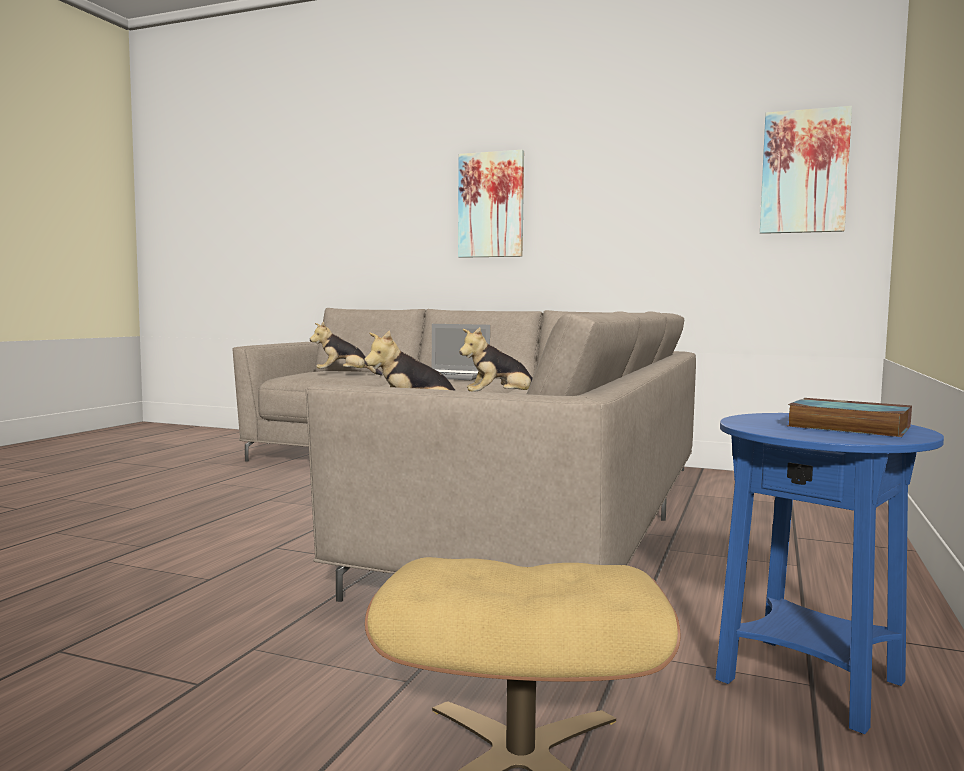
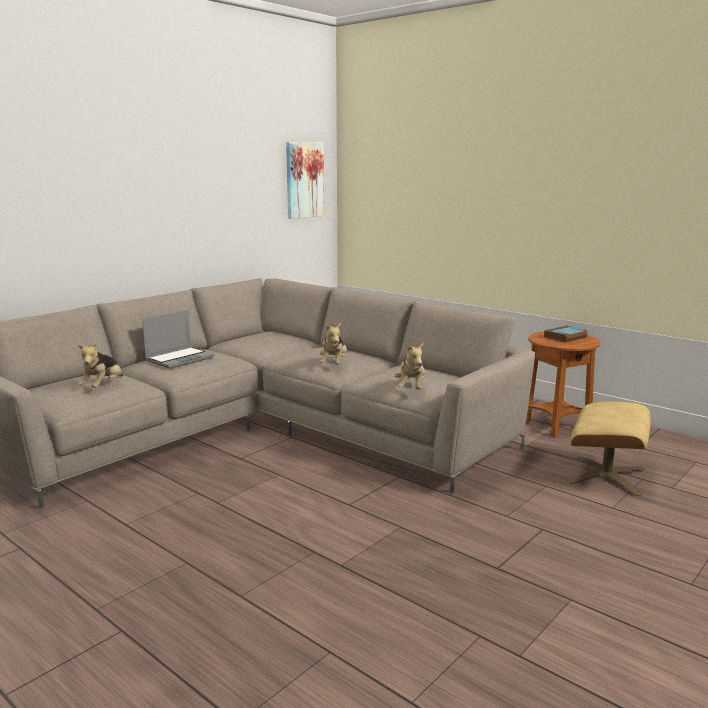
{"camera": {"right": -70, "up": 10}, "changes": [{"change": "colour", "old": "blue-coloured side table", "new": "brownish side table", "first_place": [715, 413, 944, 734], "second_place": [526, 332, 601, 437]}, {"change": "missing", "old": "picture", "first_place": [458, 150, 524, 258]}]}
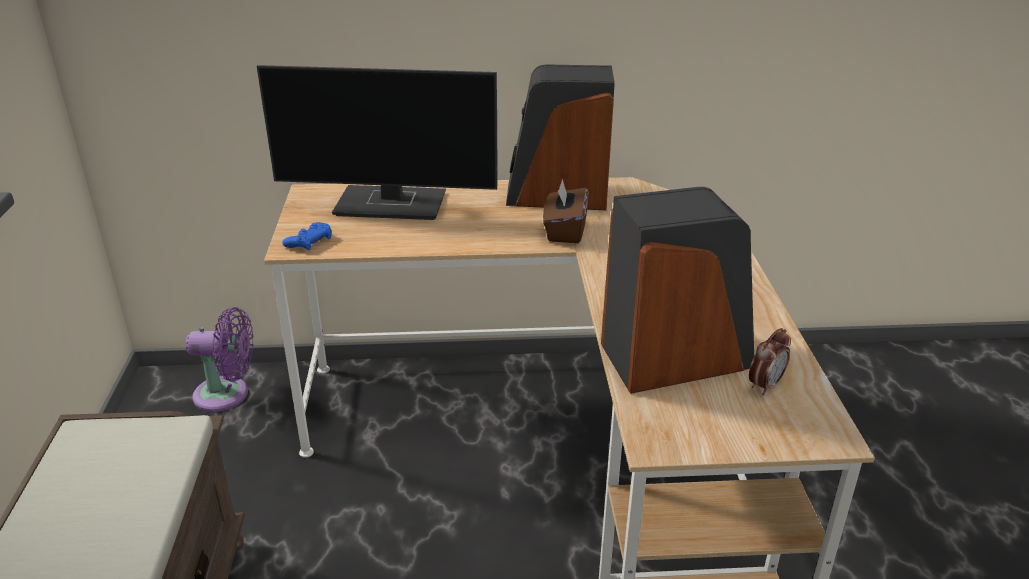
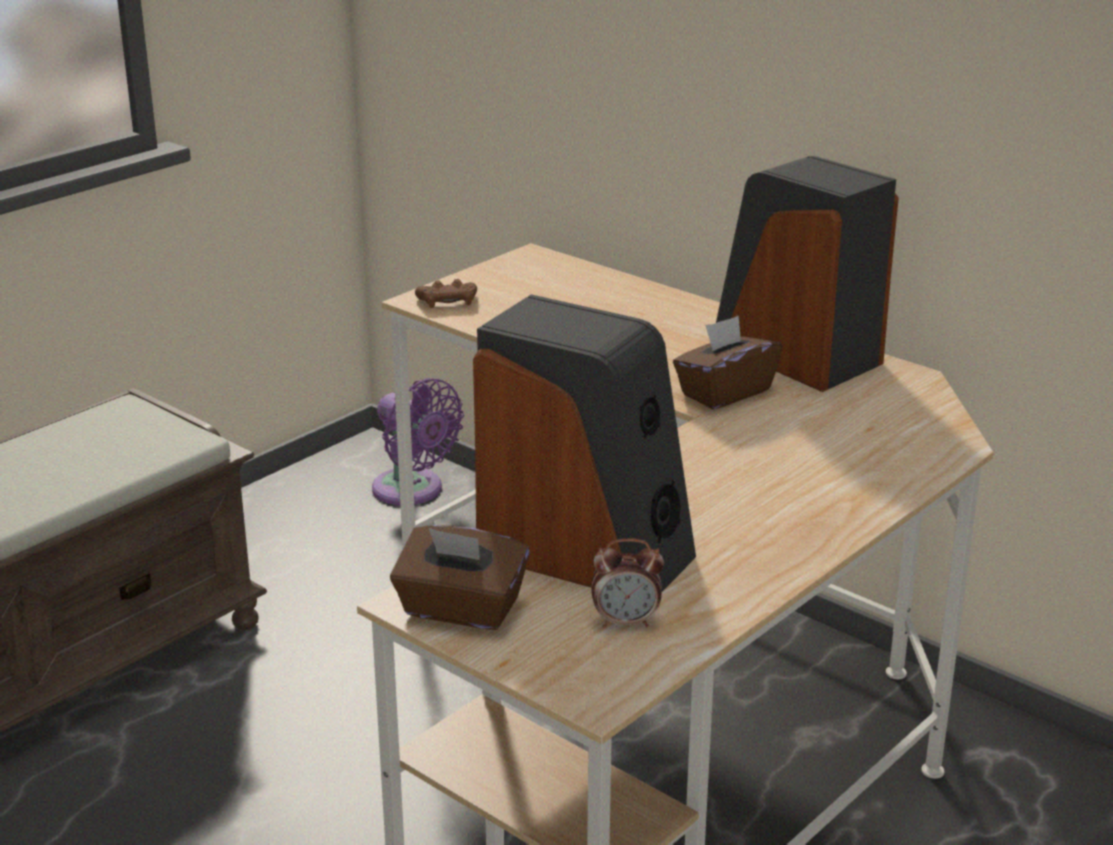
{"camera": {"right": 45, "up": -5}, "changes": [{"change": "appeared", "new": "brownish tissue box", "second_place": [390, 525, 529, 630]}, {"change": "colour", "old": "blue-coloured joypad", "new": "brownish joypad", "first_place": [282, 222, 332, 251], "second_place": [415, 279, 477, 308]}, {"change": "missing", "old": "computer display", "first_place": [257, 65, 497, 220]}]}
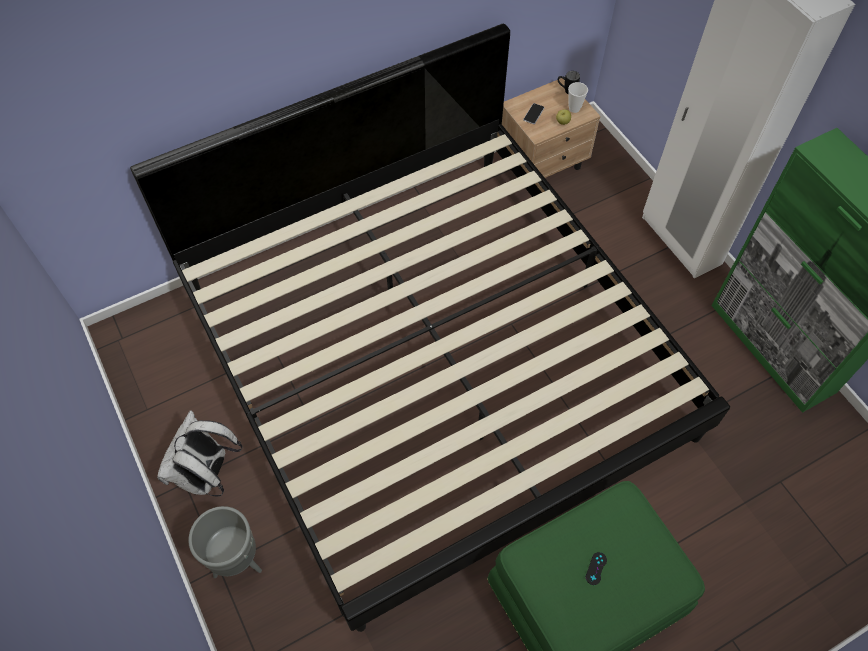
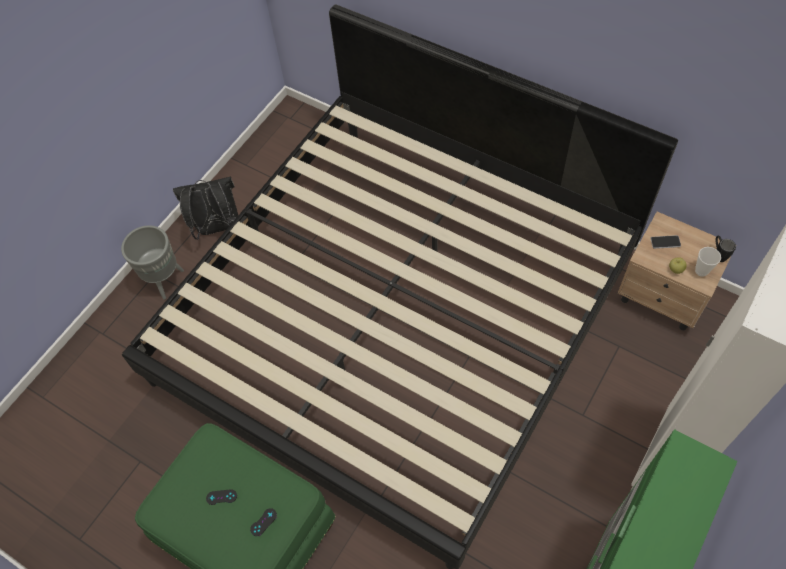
{"camera": {"right": 65, "up": 0}, "changes": [{"change": "colour", "old": "white knapsack", "new": "black-coloured knapsack", "first_place": [157, 410, 243, 497], "second_place": [173, 177, 238, 240]}, {"change": "appeared", "new": "black-coloured joypad", "second_place": [250, 508, 277, 536]}]}
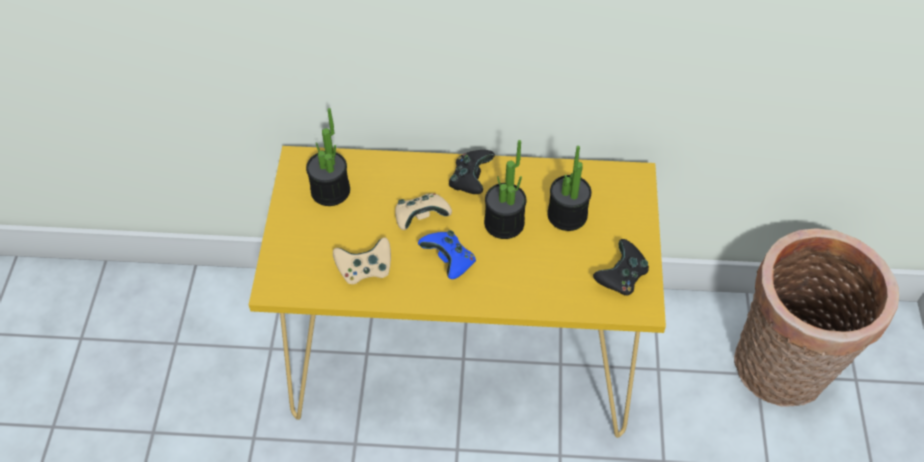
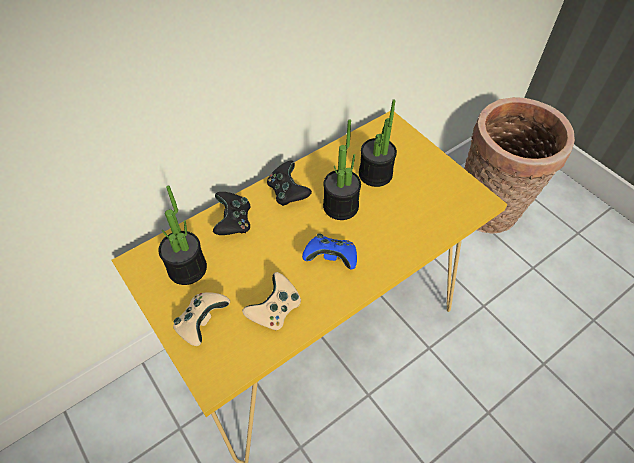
{"camera": {"right": -40, "up": 0}, "changes": [{"change": "relocated", "old": "sand-coloured joypad", "first_place": [395, 193, 452, 230], "second_place": [173, 292, 230, 346]}, {"change": "relocated", "old": "black-coloured joypad", "first_place": [593, 239, 649, 296], "second_place": [213, 192, 251, 235]}]}
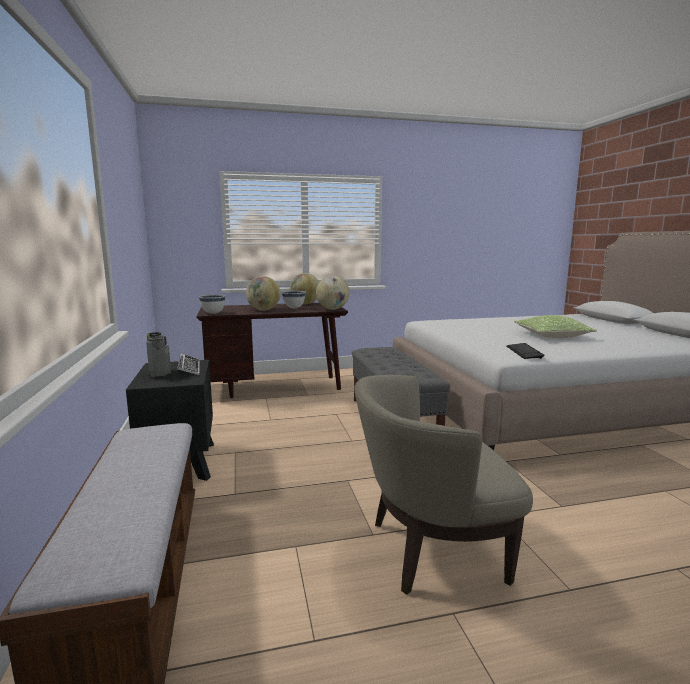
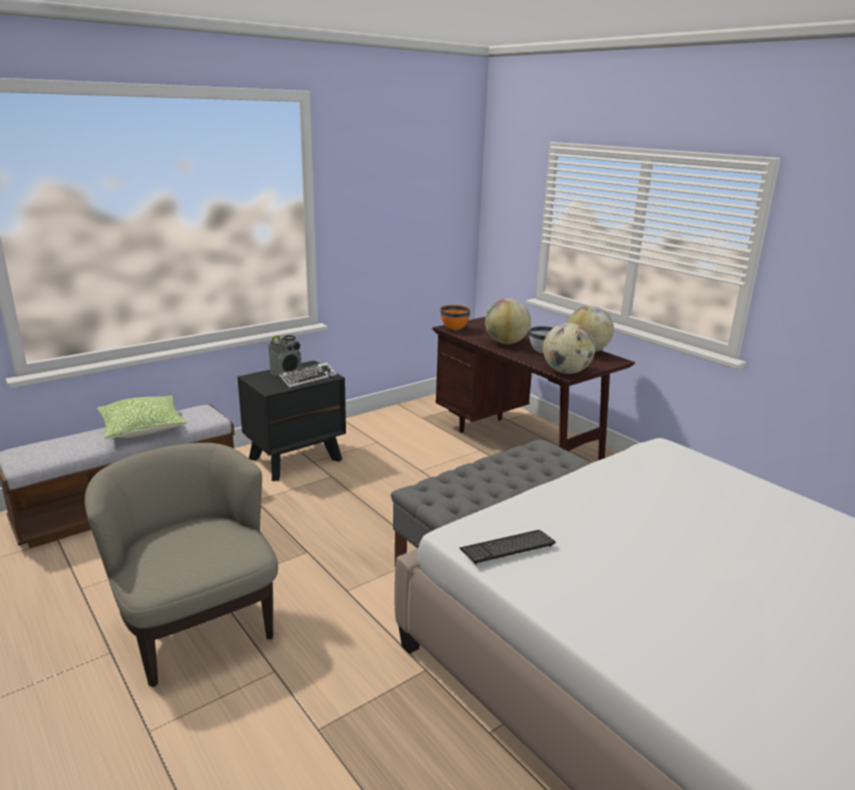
{"camera": {"right": 65, "up": 10}, "changes": [{"change": "relocated", "old": "cushion", "first_place": [514, 315, 597, 338], "second_place": [97, 396, 187, 439]}, {"change": "colour", "old": "white serving bowl", "new": "orangey serving bowl", "first_place": [199, 295, 225, 314], "second_place": [440, 305, 471, 330]}]}
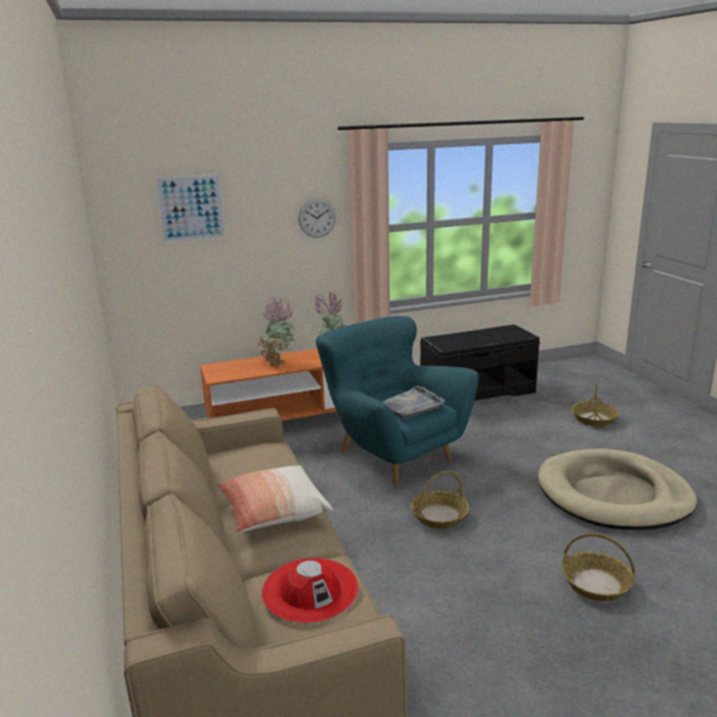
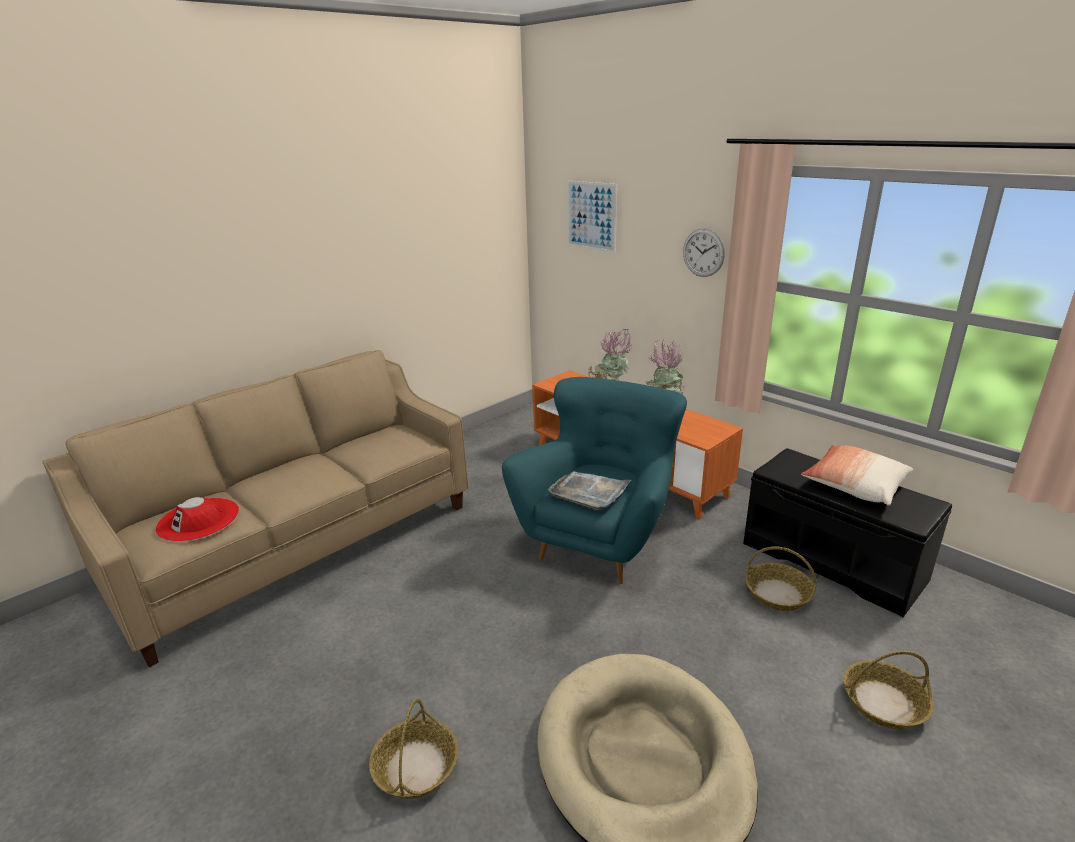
{"camera": {"right": 65, "up": 5}, "changes": [{"change": "relocated", "old": "basket", "first_place": [411, 471, 469, 528], "second_place": [745, 546, 817, 611]}, {"change": "relocated", "old": "cushion", "first_place": [218, 465, 333, 533], "second_place": [801, 445, 913, 506]}]}
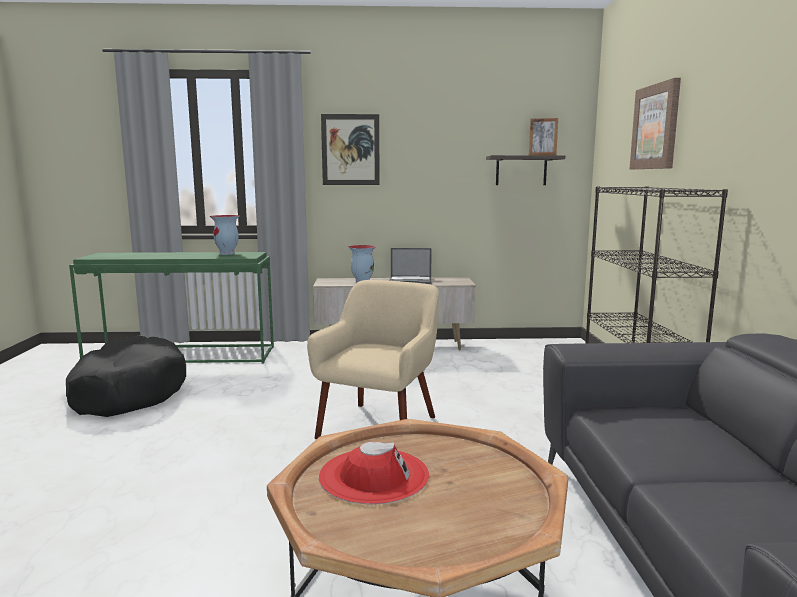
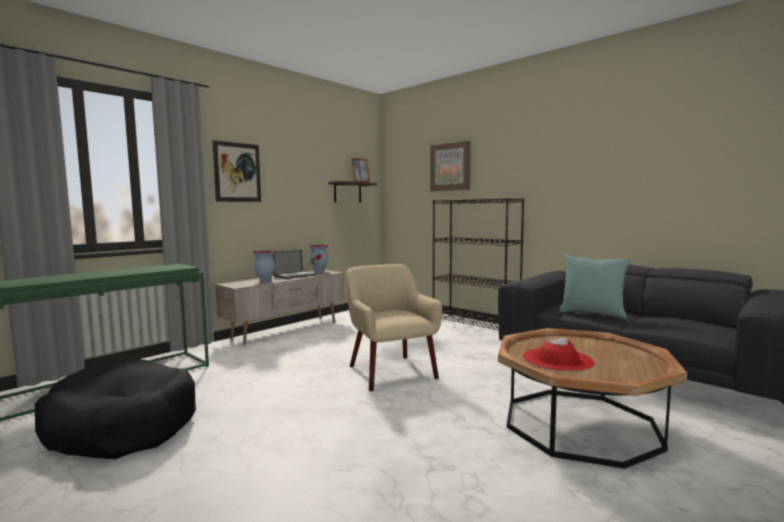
{"camera": {"right": -45, "up": -5}, "changes": [{"change": "relocated", "old": "decorative vase", "first_place": [210, 215, 239, 255], "second_place": [309, 245, 329, 273]}, {"change": "appeared", "new": "blue-green cushion", "second_place": [559, 255, 631, 319]}]}
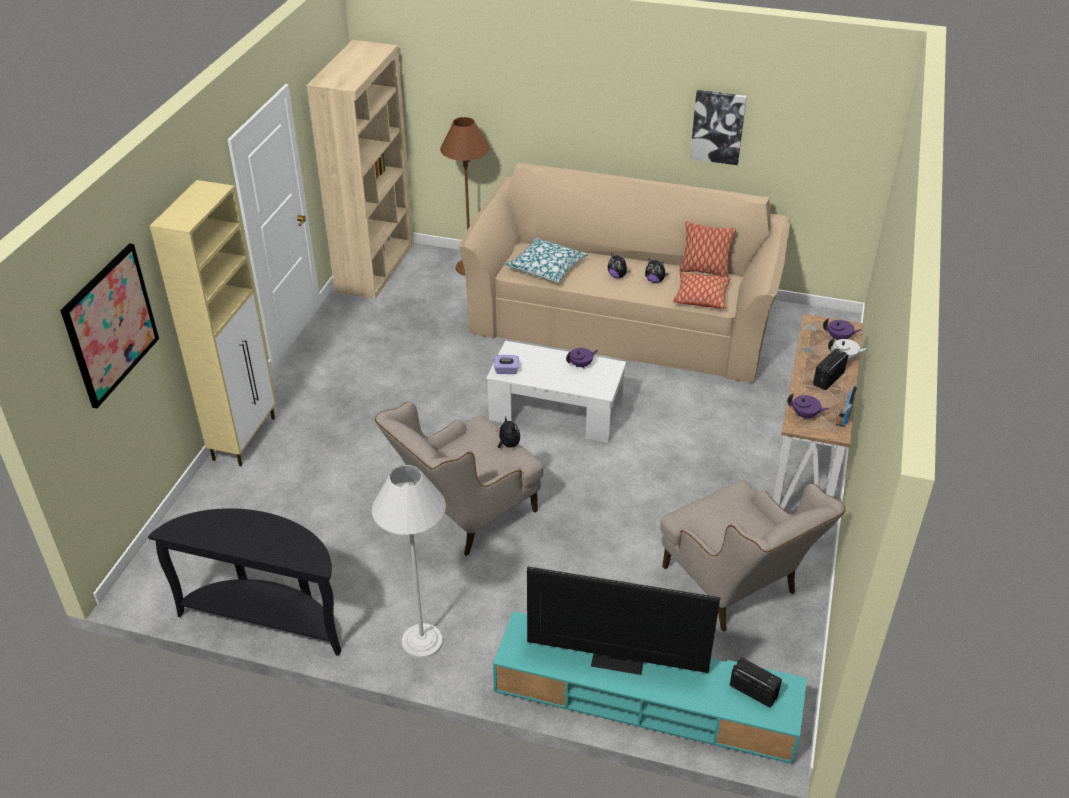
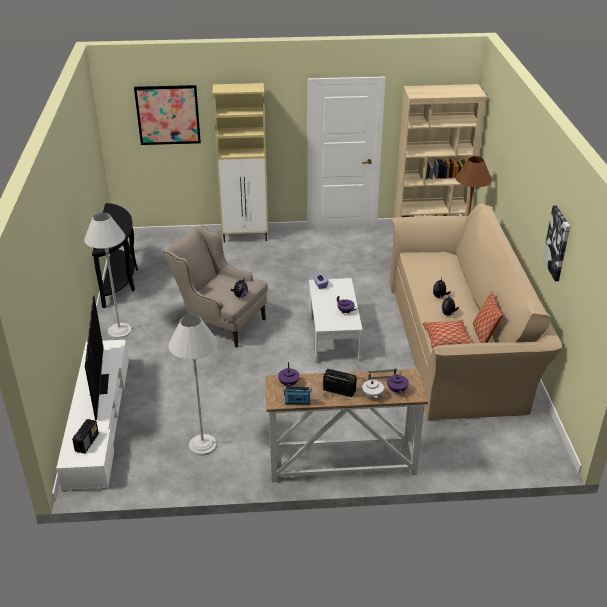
{"camera": {"right": 70, "up": -5}, "changes": [{"change": "colour", "old": "blue-green tv stand", "new": "white tv stand", "first_place": [493, 611, 807, 765], "second_place": [56, 340, 129, 492]}, {"change": "exchanged", "old": "sand-coloured easy chair", "new": "white standard lamp", "first_place": [660, 480, 845, 632], "second_place": [168, 315, 217, 456]}, {"change": "missing", "old": "cushion", "first_place": [505, 238, 588, 283]}]}
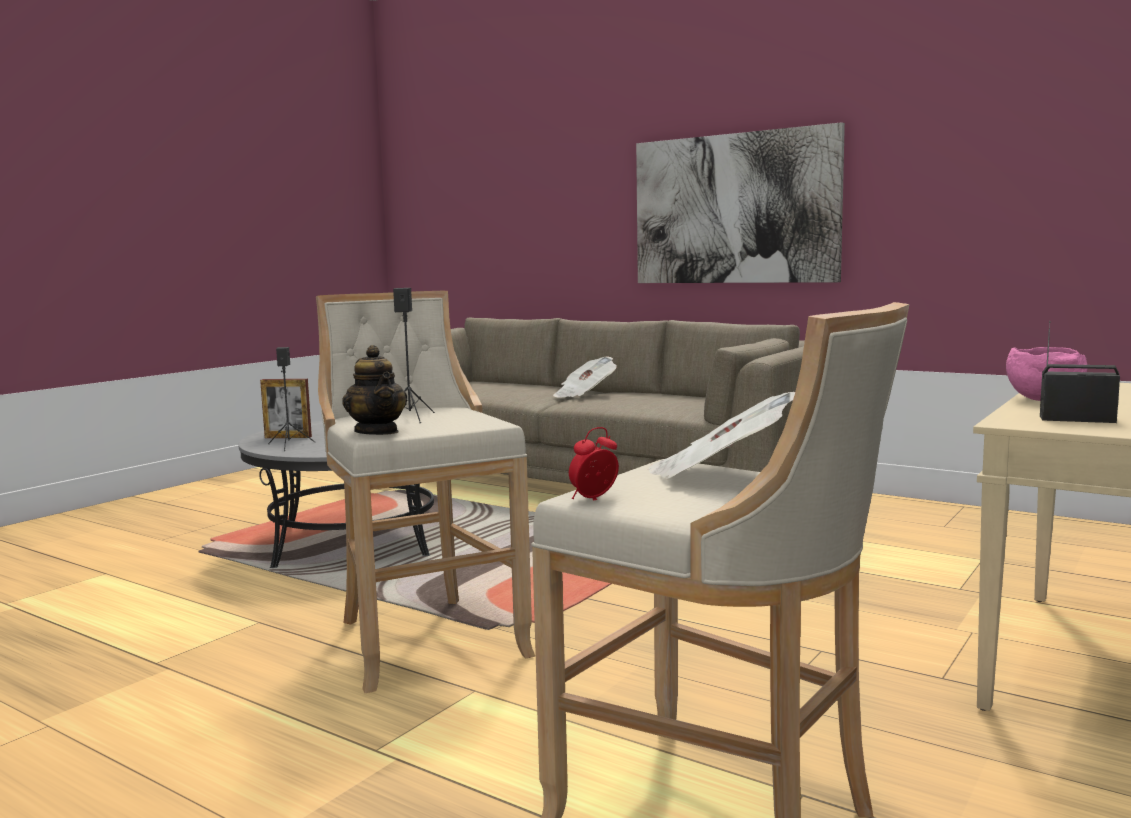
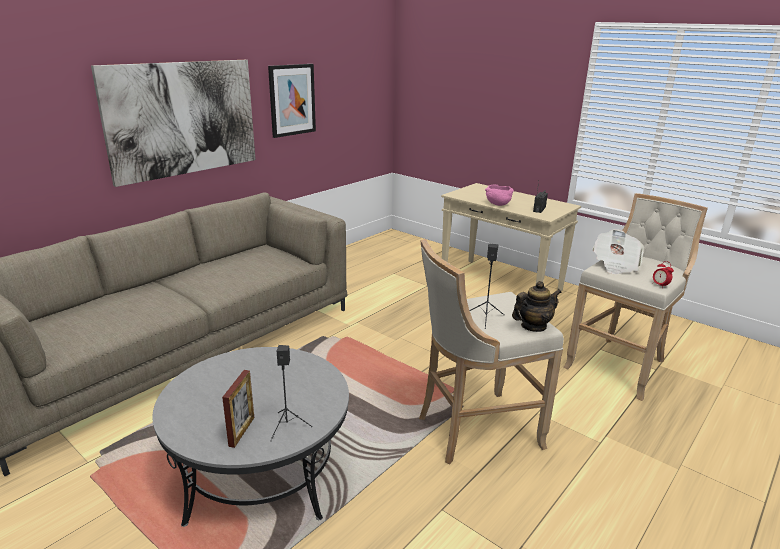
{"camera": {"right": -85, "up": 15}, "changes": [{"change": "appeared", "new": "picture", "second_place": [268, 64, 316, 138]}, {"change": "missing", "old": "daily paper", "first_place": [553, 357, 617, 398]}]}
